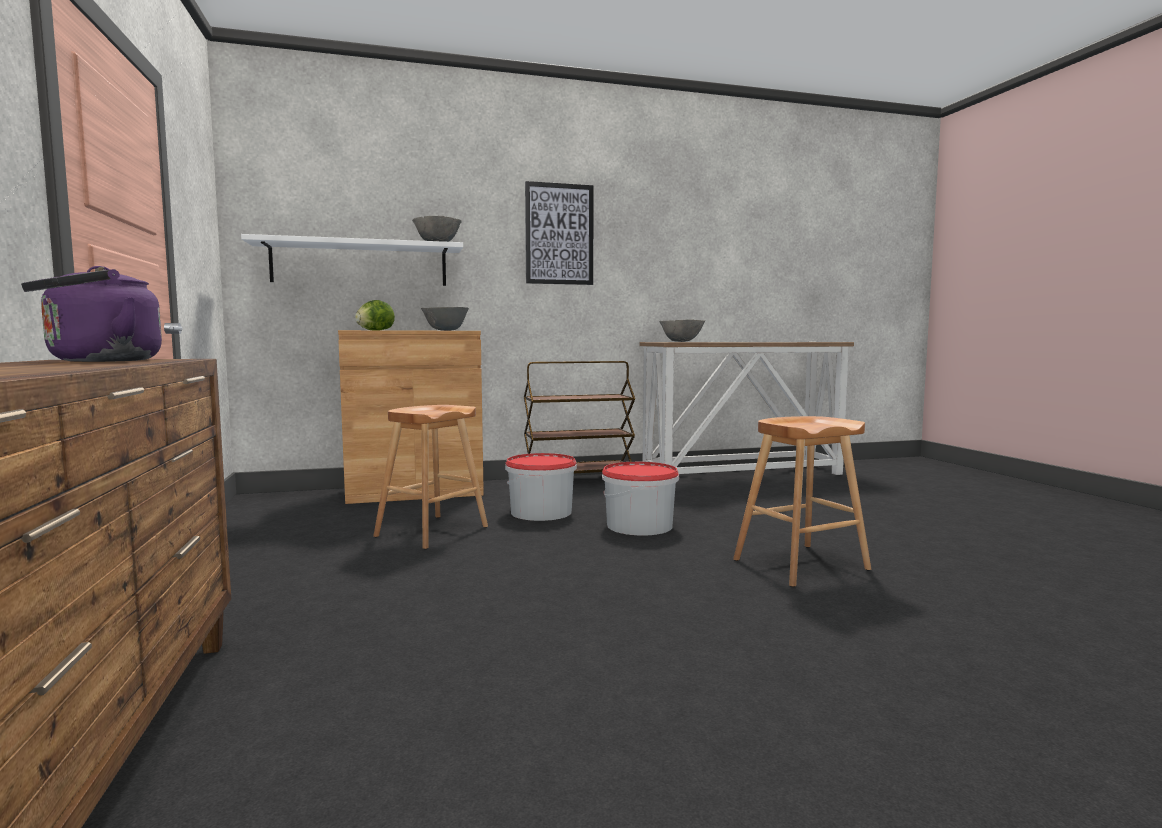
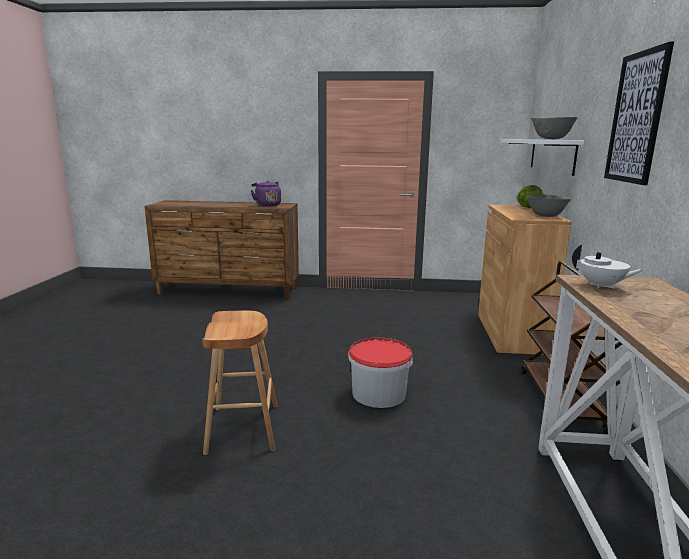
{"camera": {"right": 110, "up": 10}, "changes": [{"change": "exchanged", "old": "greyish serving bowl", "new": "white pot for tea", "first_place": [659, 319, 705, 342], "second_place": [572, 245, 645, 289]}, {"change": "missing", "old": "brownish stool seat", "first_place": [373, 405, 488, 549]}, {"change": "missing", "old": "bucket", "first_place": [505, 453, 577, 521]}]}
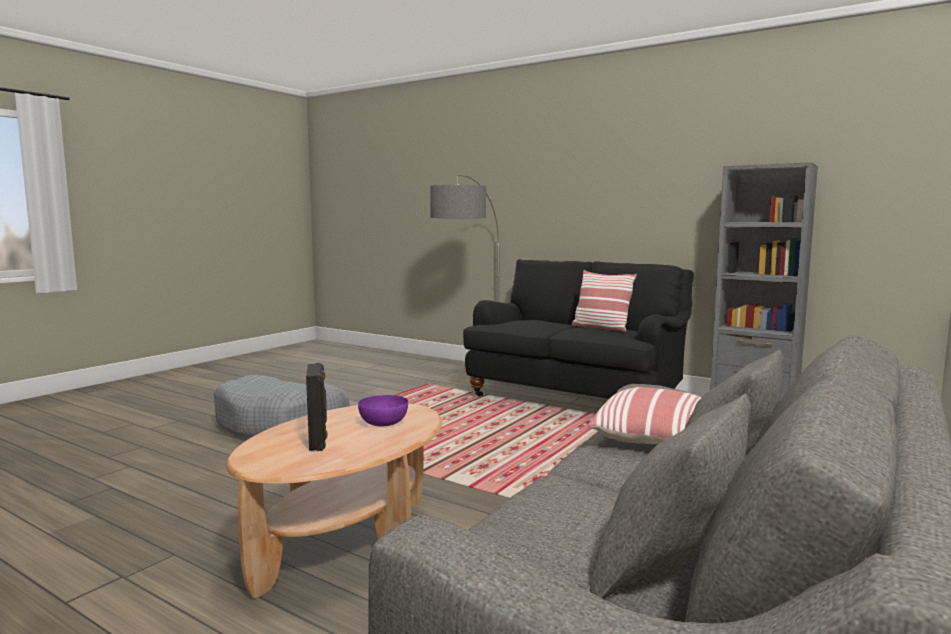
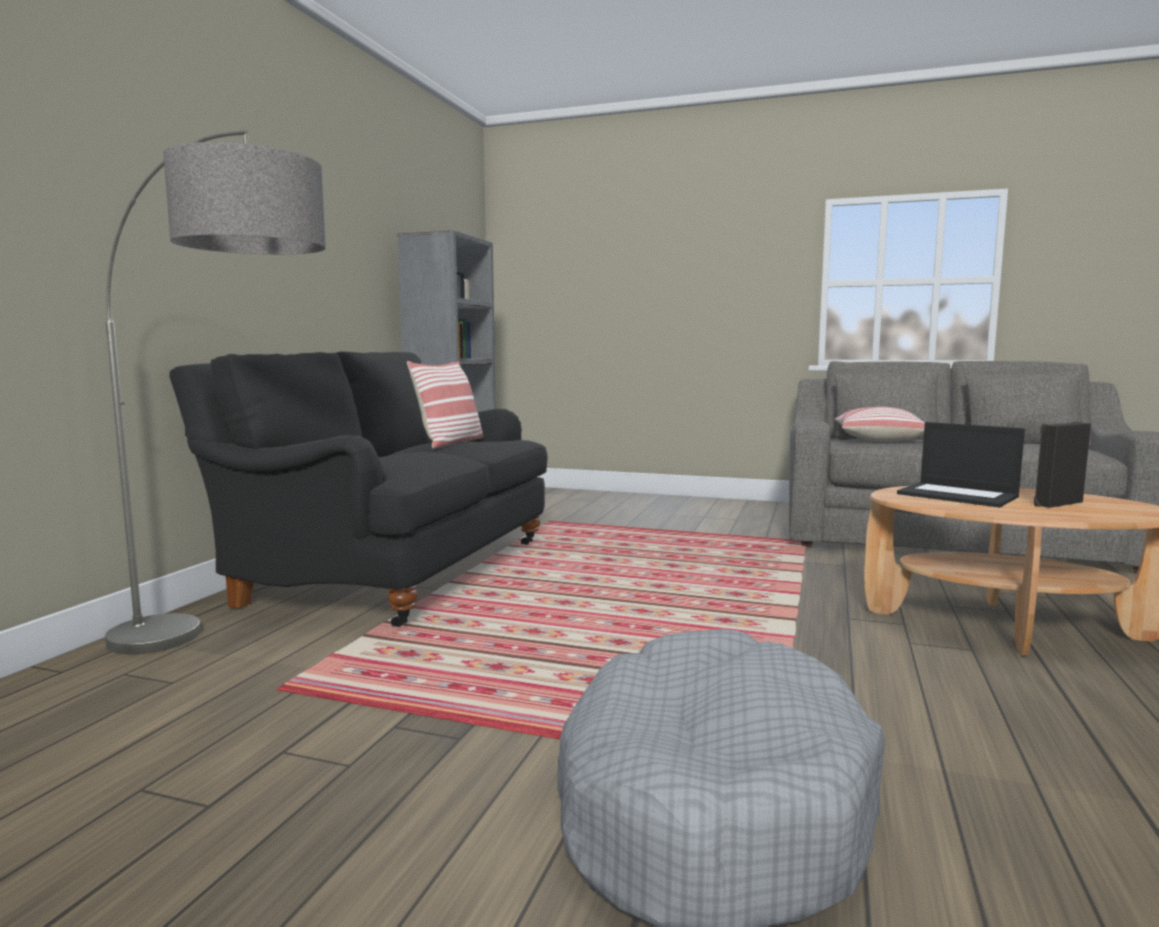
{"camera": {"right": -105, "up": 0}, "changes": [{"change": "exchanged", "old": "purple-coloured serving bowl", "new": "laptop", "first_place": [358, 395, 408, 426], "second_place": [897, 422, 1025, 507]}]}
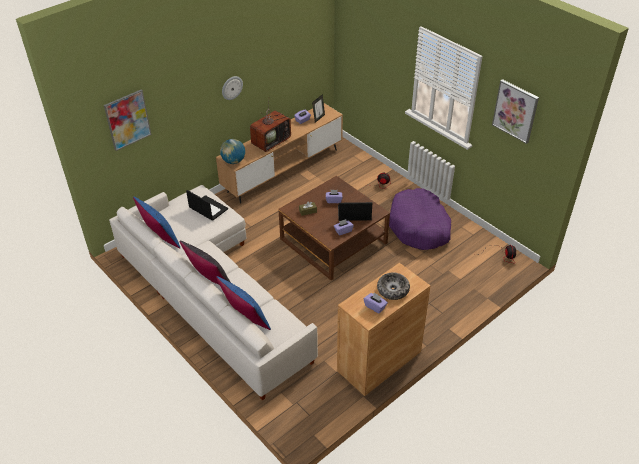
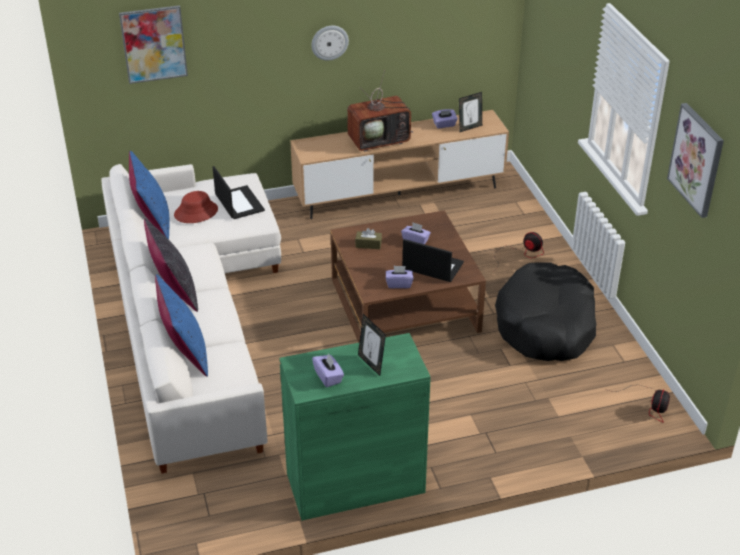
{"camera": {"right": 25, "up": -5}, "changes": [{"change": "appeared", "new": "red hat", "second_place": [174, 191, 218, 223]}, {"change": "colour", "old": "brownish cabinet", "new": "greenish cabinet", "first_place": [337, 263, 430, 396], "second_place": [279, 333, 431, 521]}, {"change": "exchanged", "old": "serving bowl", "new": "picture frame", "first_place": [377, 272, 410, 300], "second_place": [358, 314, 386, 376]}, {"change": "colour", "old": "purple-coloured pet bed", "new": "black-coloured pet bed", "first_place": [389, 188, 451, 250], "second_place": [495, 263, 596, 361]}, {"change": "missing", "old": "globe", "first_place": [220, 139, 245, 164]}]}
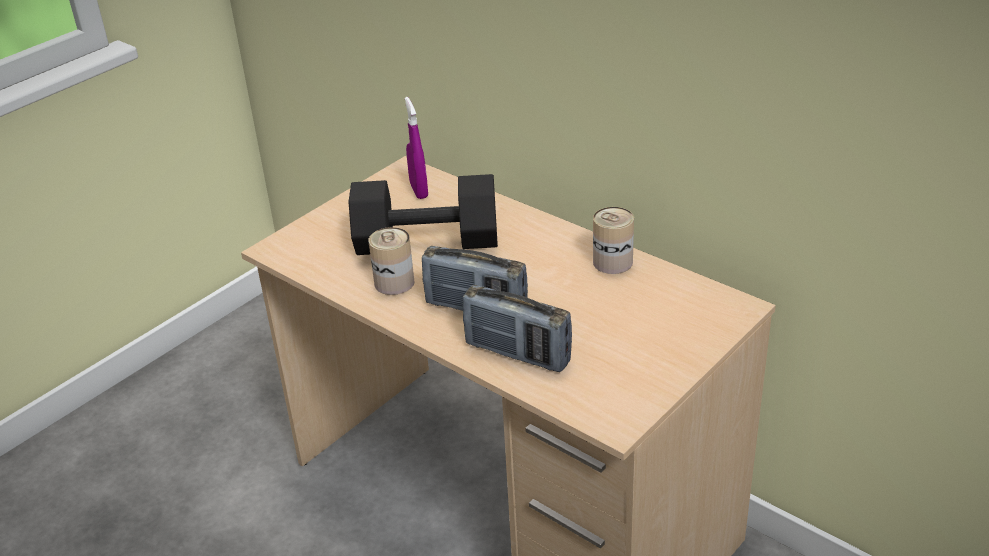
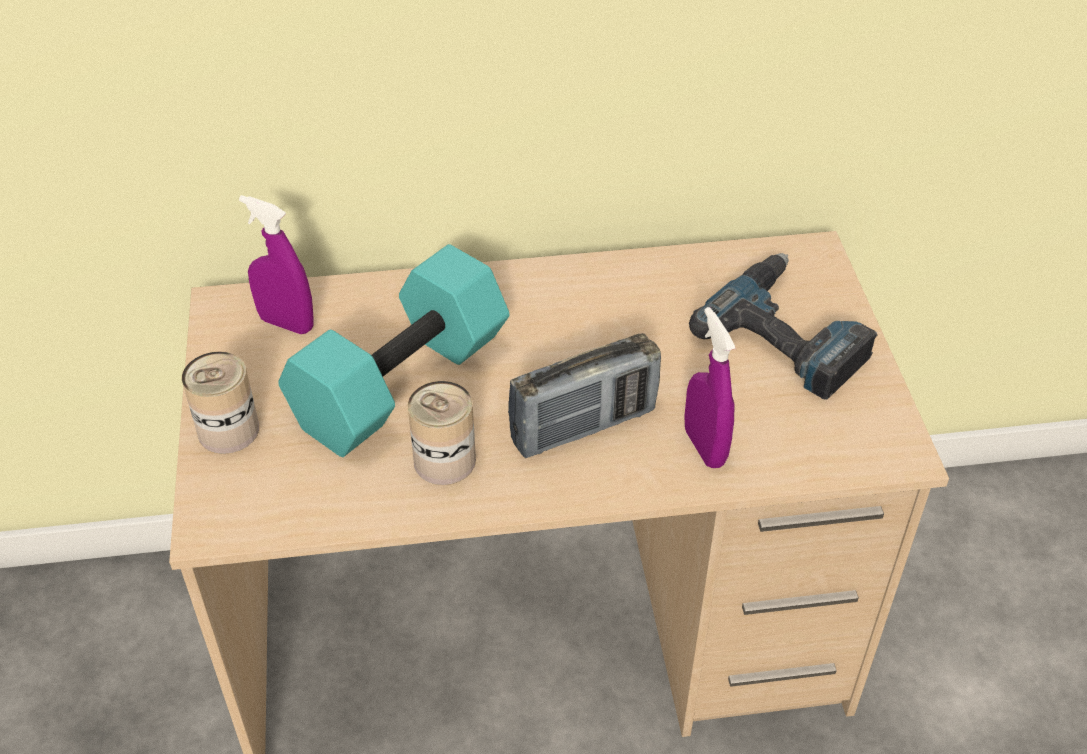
{"camera": {"right": -50, "up": 10}, "changes": [{"change": "relocated", "old": "can", "first_place": [593, 207, 634, 274], "second_place": [182, 351, 259, 454]}, {"change": "colour", "old": "black-coloured dumbbell", "new": "blue-green dumbbell", "first_place": [349, 174, 498, 255], "second_place": [278, 244, 509, 457]}, {"change": "exchanged", "old": "radio receiver", "new": "purple-coloured hand sprayer", "first_place": [463, 285, 572, 372], "second_place": [684, 307, 736, 468]}, {"change": "appeared", "new": "power drill", "second_place": [689, 253, 877, 400]}]}
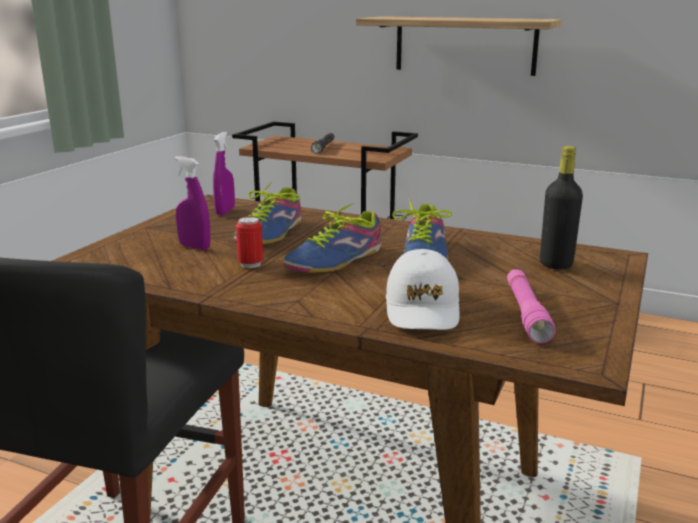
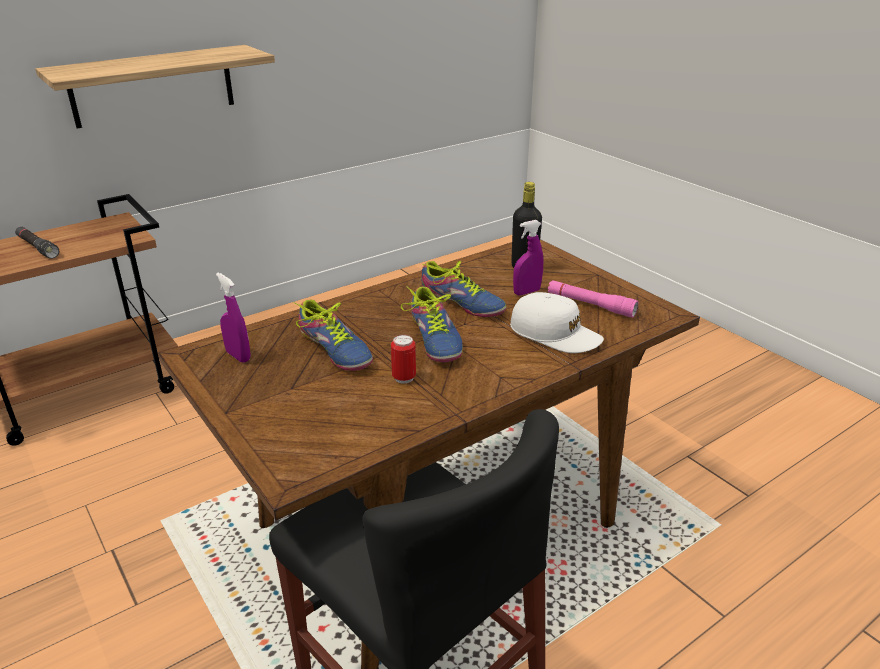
{"camera": {"right": -60, "up": 10}, "changes": [{"change": "relocated", "old": "purple-coloured hand sprayer", "first_place": [175, 156, 210, 250], "second_place": [513, 220, 543, 295]}]}
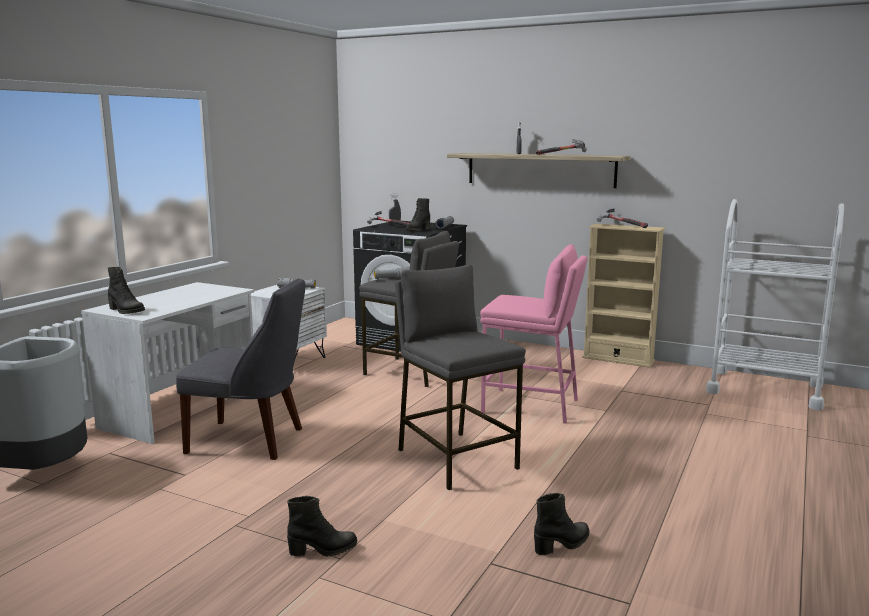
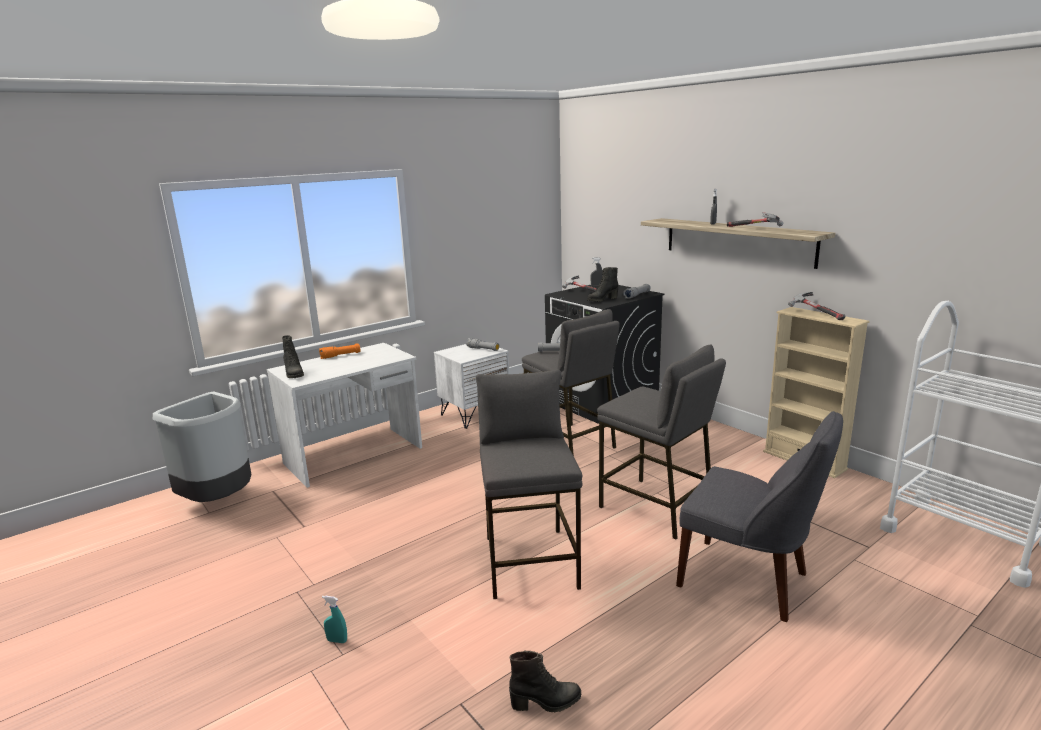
{"camera": {"right": 25, "up": 5}, "changes": [{"change": "appeared", "new": "orangey torch", "second_place": [319, 344, 361, 359]}, {"change": "exchanged", "old": "black-coloured boot", "new": "blue-green hand sprayer", "first_place": [287, 496, 357, 556], "second_place": [322, 596, 347, 643]}, {"change": "colour", "old": "pink stool seat", "new": "greyish stool seat", "first_place": [480, 244, 588, 424], "second_place": [597, 344, 726, 540]}, {"change": "relocated", "old": "greyish upright chair", "first_place": [176, 278, 305, 460], "second_place": [676, 412, 843, 622]}]}
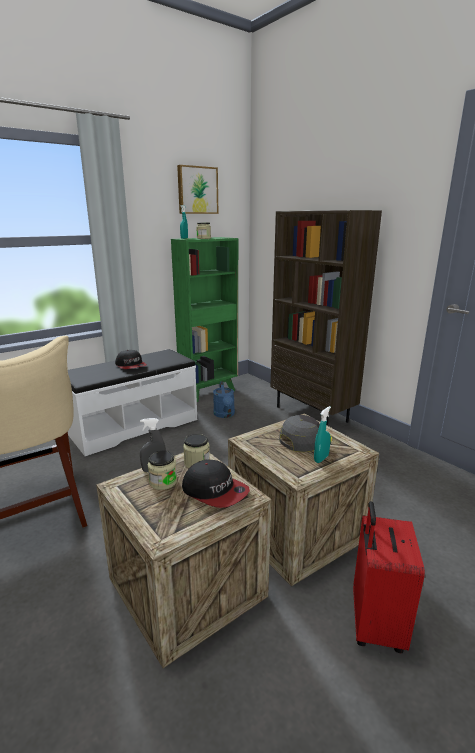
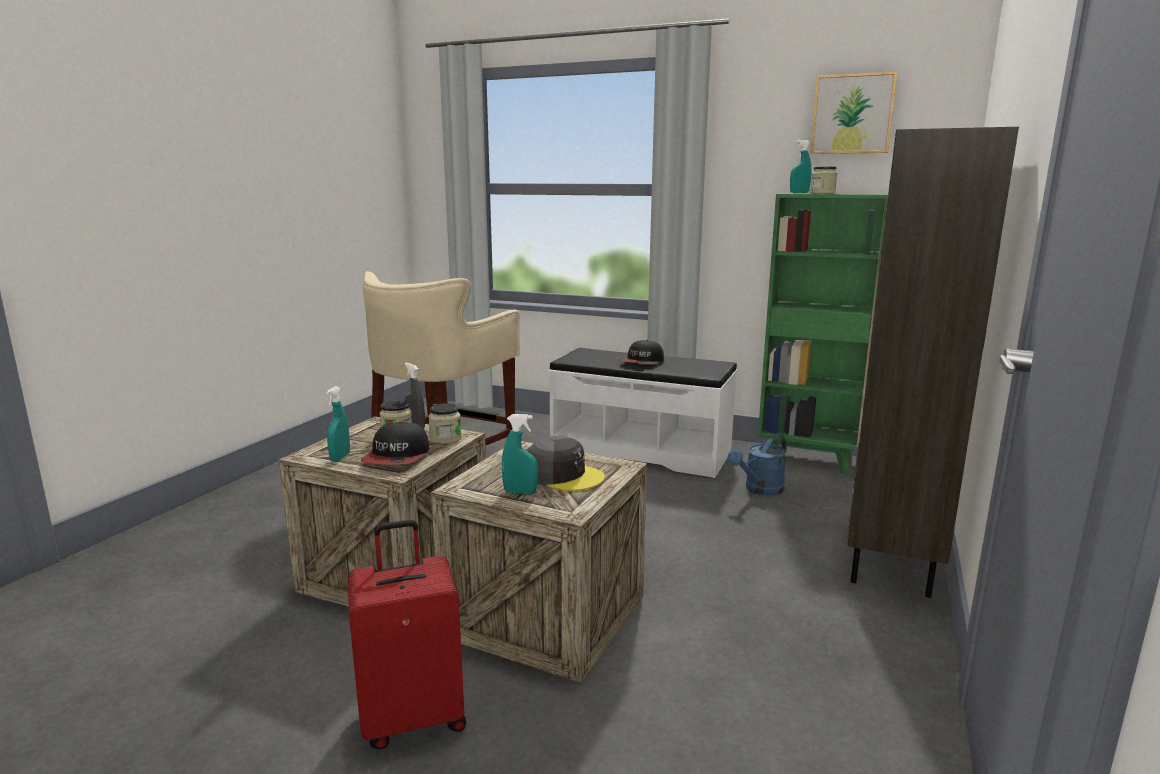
{"camera": {"right": 60, "up": -5}, "changes": [{"change": "appeared", "new": "blue-green hand sprayer", "second_place": [326, 386, 350, 462]}]}
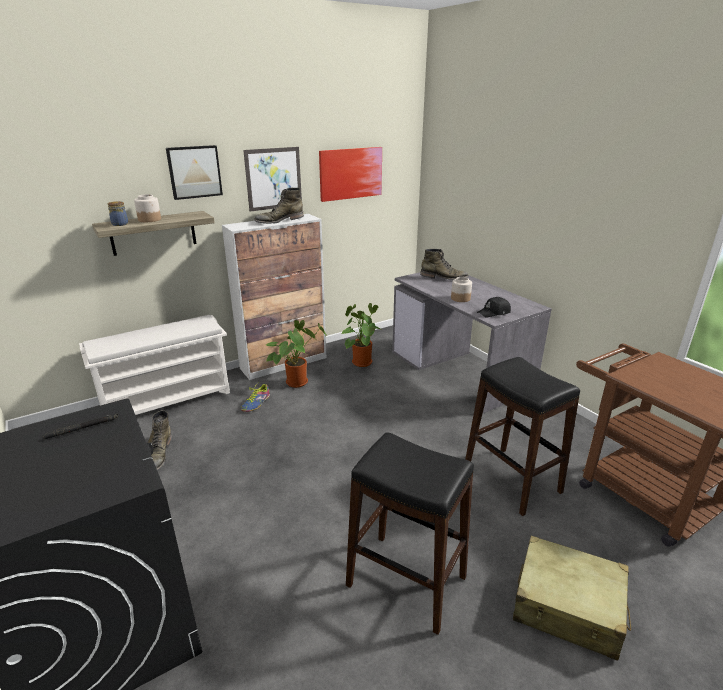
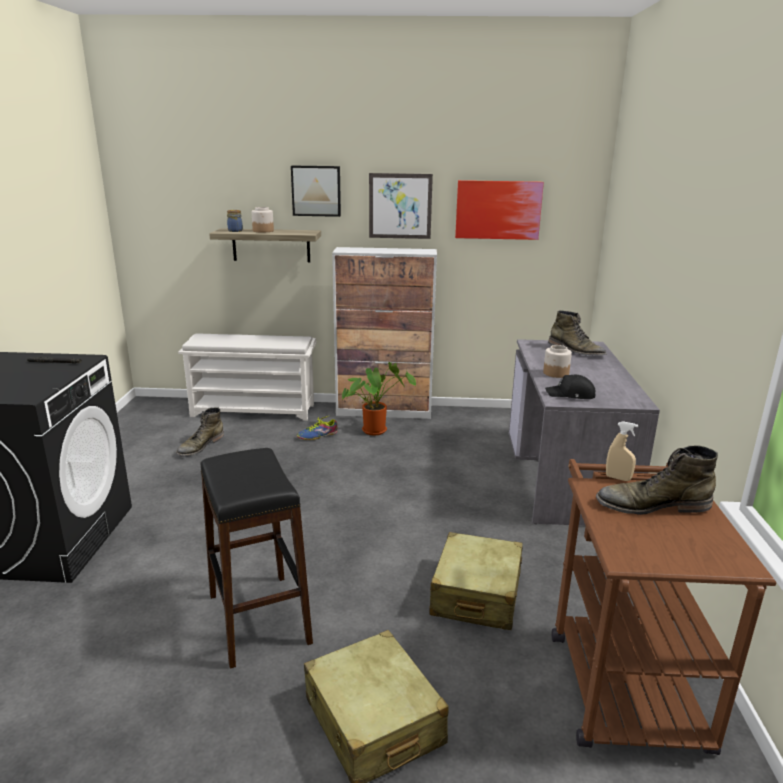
{"camera": {"right": 35, "up": -5}, "changes": [{"change": "exchanged", "old": "black-coloured stool seat", "new": "sand-coloured travel case", "first_place": [465, 357, 580, 516], "second_place": [430, 532, 523, 630]}, {"change": "relocated", "old": "greenish boot", "first_place": [254, 188, 304, 224], "second_place": [596, 445, 718, 515]}, {"change": "appeared", "new": "sand-coloured hand sprayer", "second_place": [606, 421, 638, 481]}, {"change": "missing", "old": "plant in a pot", "first_place": [341, 303, 383, 367]}]}
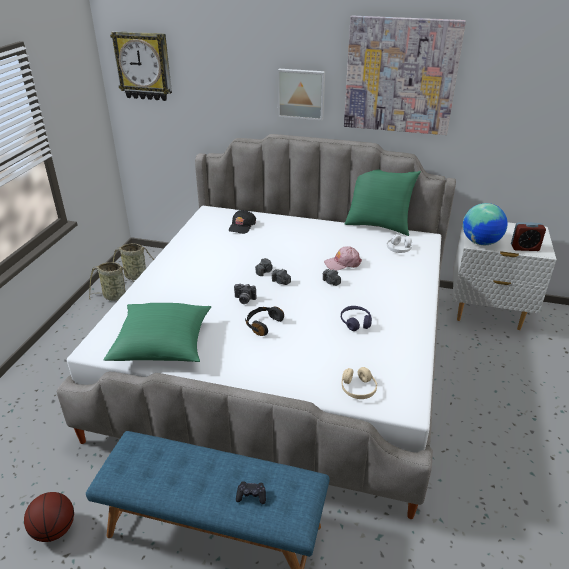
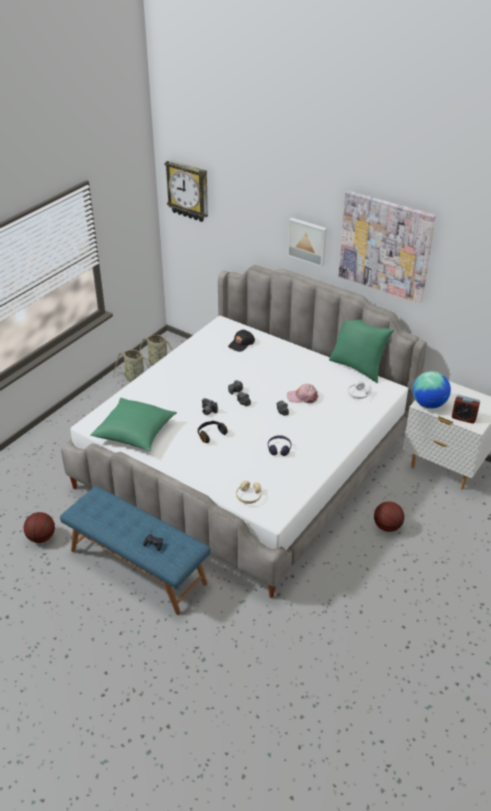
{"camera": {"right": 20, "up": 5}, "changes": [{"change": "appeared", "new": "basketball", "second_place": [374, 501, 404, 532]}]}
